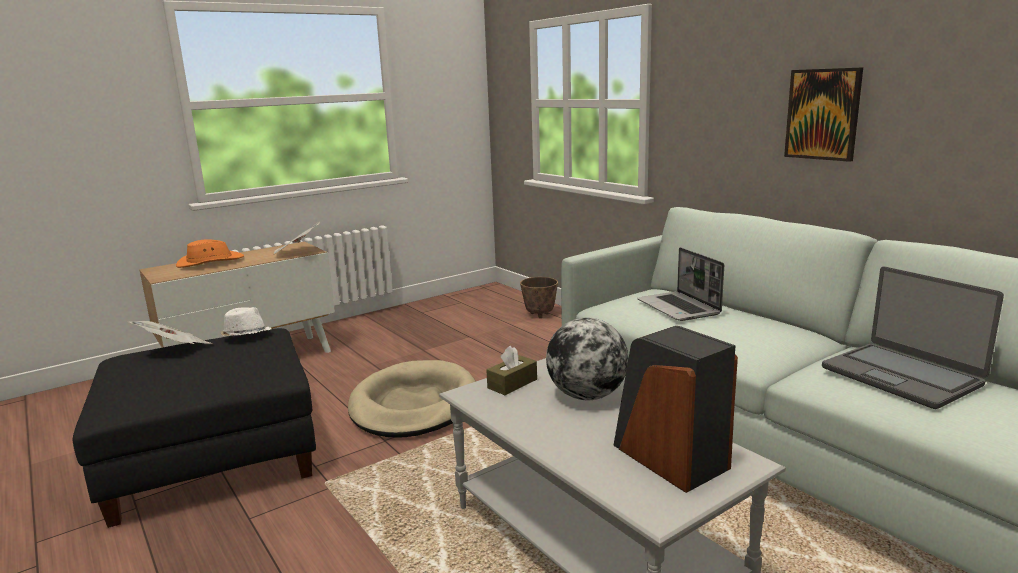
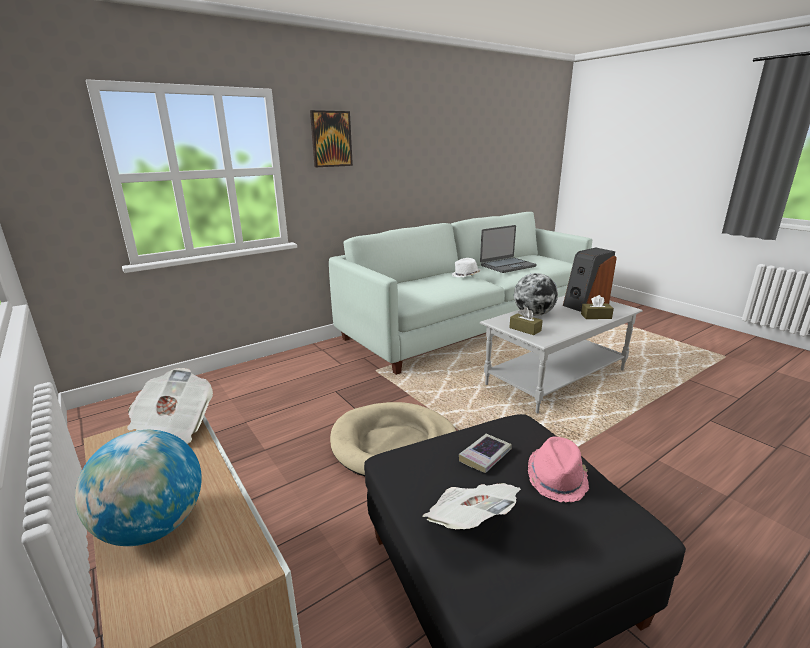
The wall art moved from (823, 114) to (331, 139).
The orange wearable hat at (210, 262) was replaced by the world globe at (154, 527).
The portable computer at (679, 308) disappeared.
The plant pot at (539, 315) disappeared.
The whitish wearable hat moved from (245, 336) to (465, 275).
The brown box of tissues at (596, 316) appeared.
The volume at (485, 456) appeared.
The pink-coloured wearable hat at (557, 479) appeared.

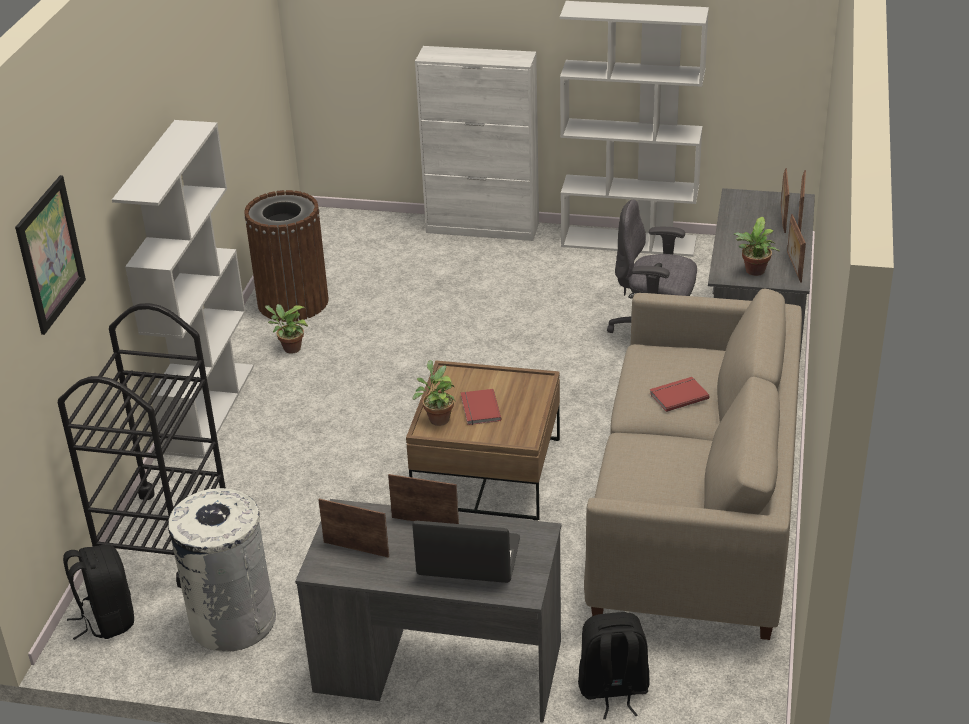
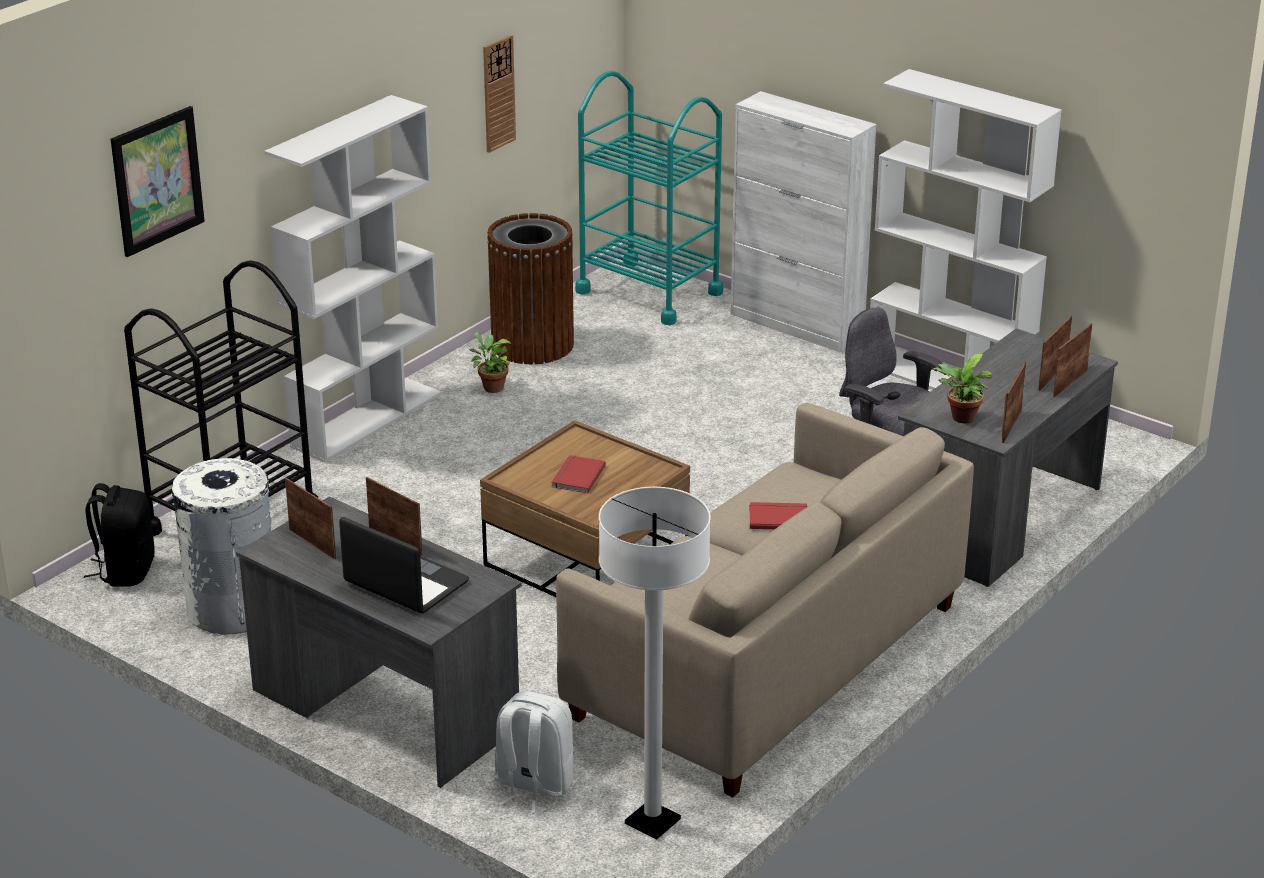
The plant in a pot at (437, 418) disappeared.
The blackish rucksack at (613, 690) became the whitish rucksack at (533, 785).
The hanging clock at (498, 93) appeared.
The blue-green trolley at (649, 292) appeared.
The whitish floor lamp at (652, 822) appeared.

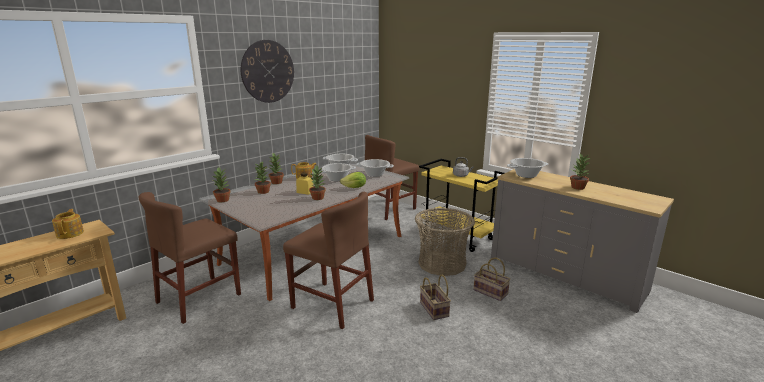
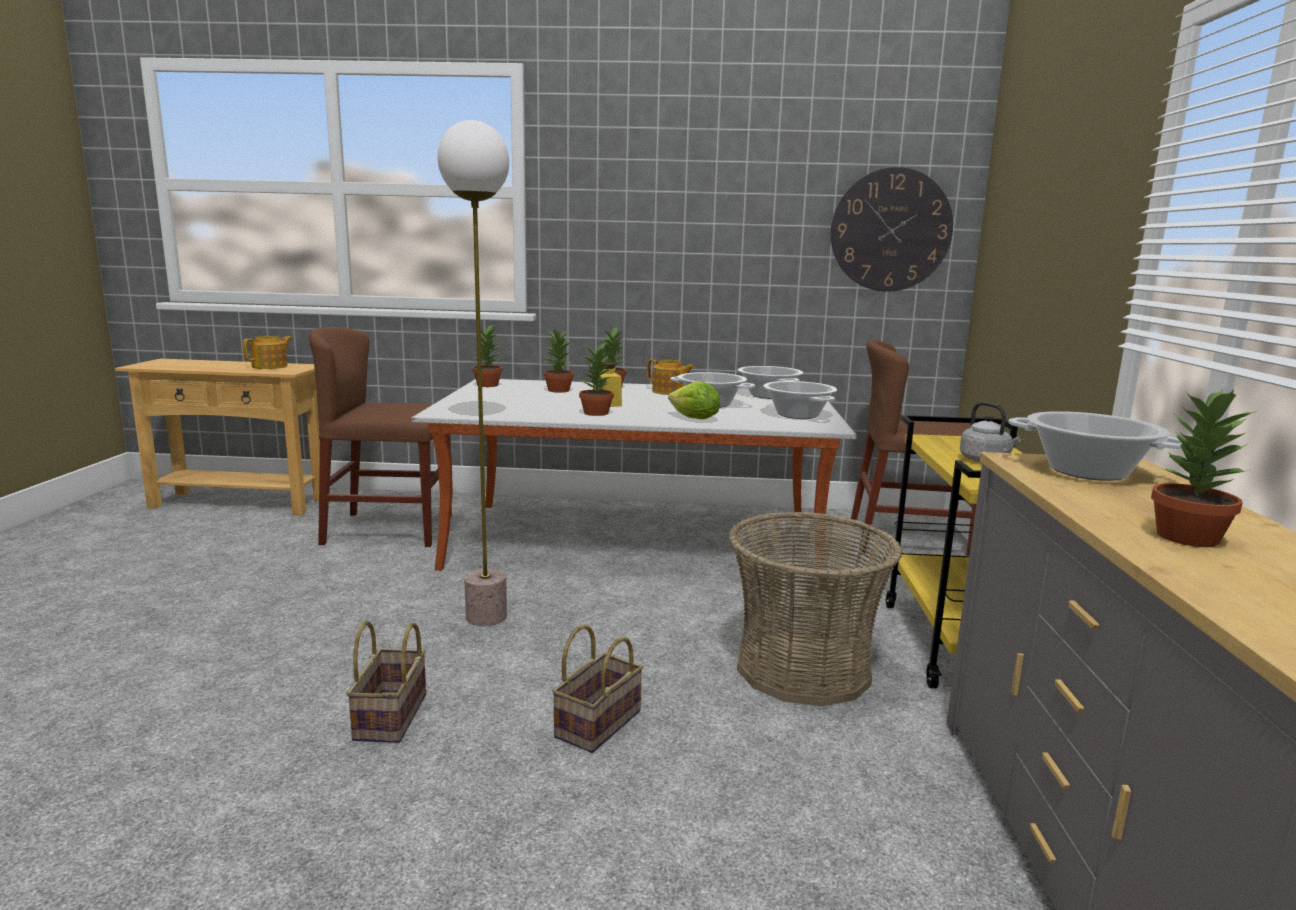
The hanging clock moved from (268, 71) to (890, 230).
The brown plain chair at (332, 304) was replaced by the floor lamp at (485, 617).
The household basket moved from (491, 292) to (392, 718).

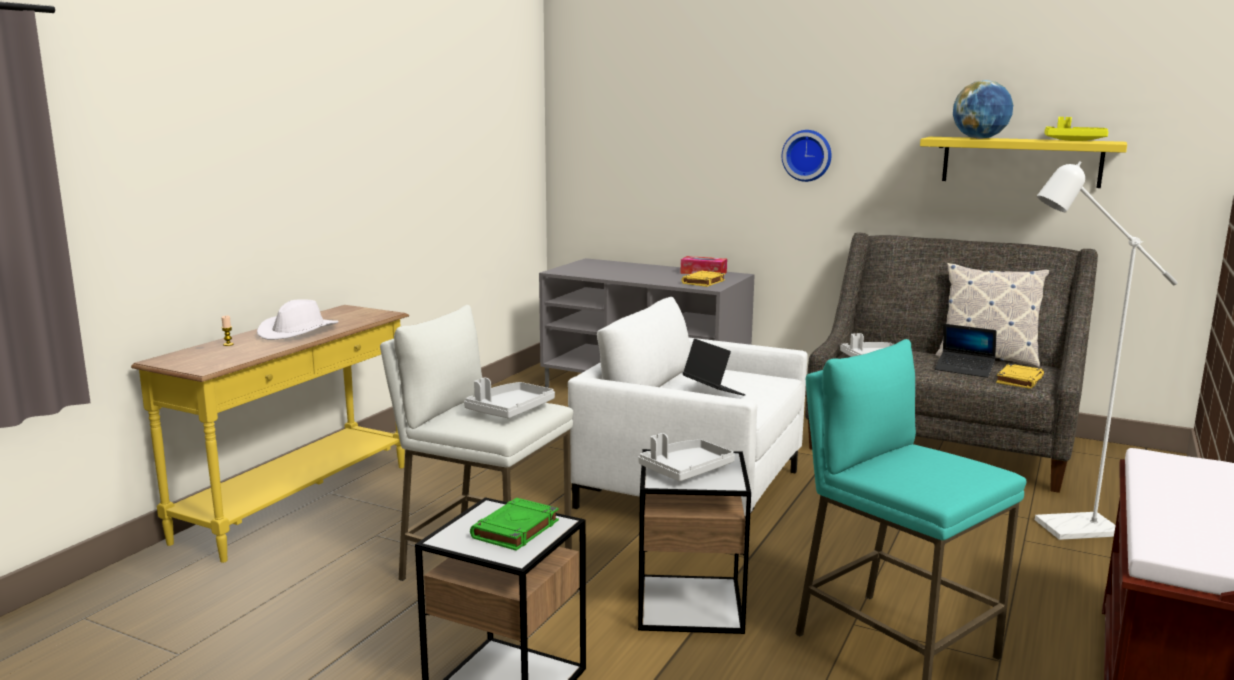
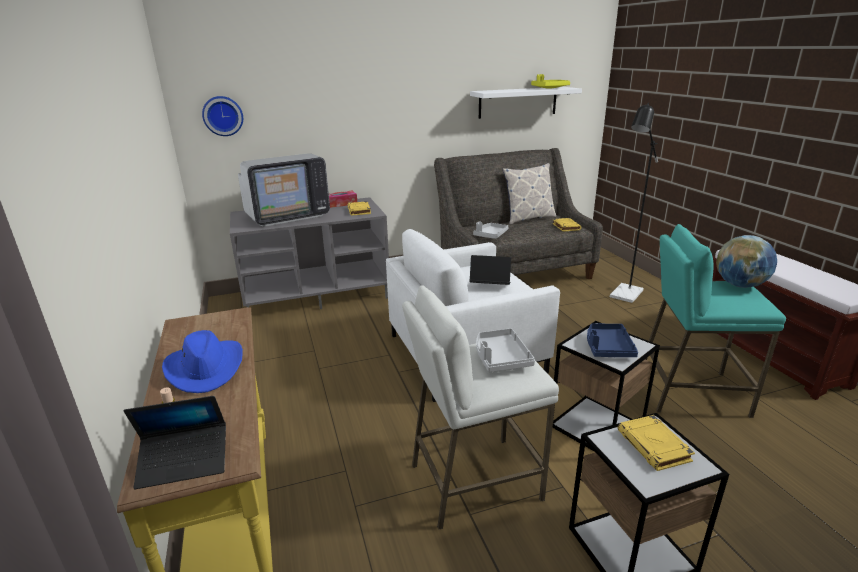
The world globe moved from (979, 138) to (740, 285).
The hanging clock moved from (807, 155) to (223, 116).
The yellow-coloured wall shelf at (1021, 161) became the whitish wall shelf at (518, 102).
The whitish floor lamp at (1064, 529) became the blackish floor lamp at (624, 296).
The whitish wearable hat at (298, 331) became the blue wearable hat at (206, 368).
The portable computer moved from (964, 370) to (184, 462).
The greyish tray at (685, 470) became the blue tray at (607, 347).
The green volume at (515, 530) became the yellow-coloured volume at (654, 446).
The TV set at (287, 216) appeared.

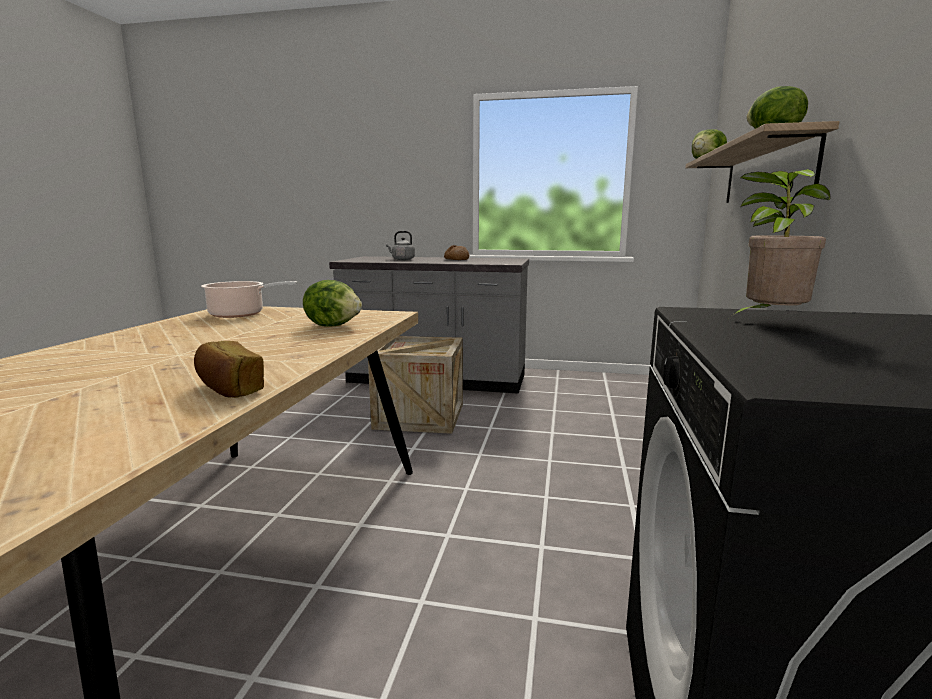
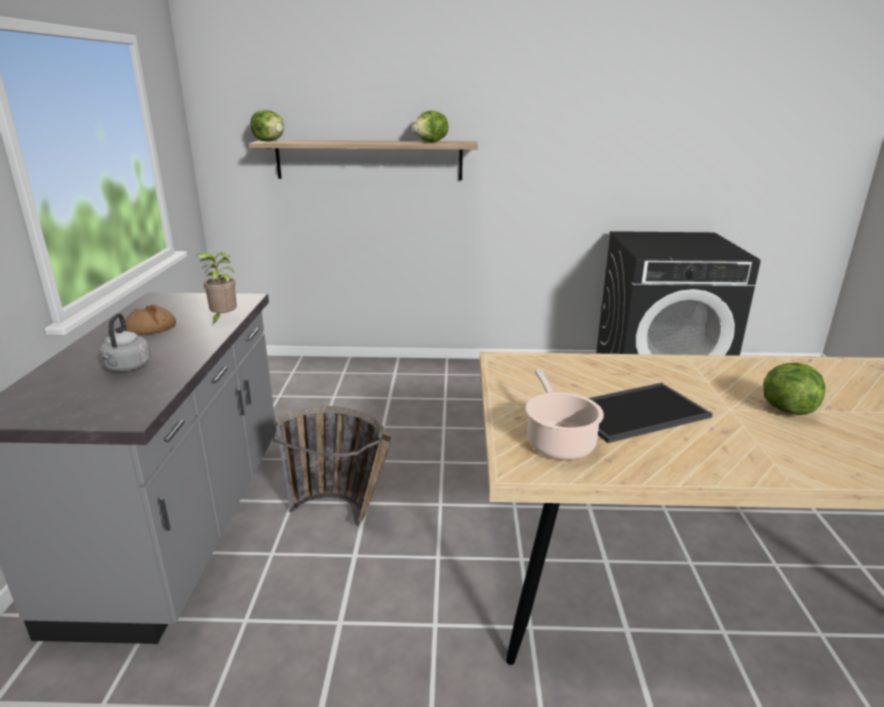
The plant in a pot moved from (768, 322) to (223, 319).
The head of lettuce moved from (334, 325) to (786, 409).
The crate at (420, 416) was replaced by the household basket at (344, 515).
The bread at (229, 389) disappeared.
The tray at (636, 413) appeared.

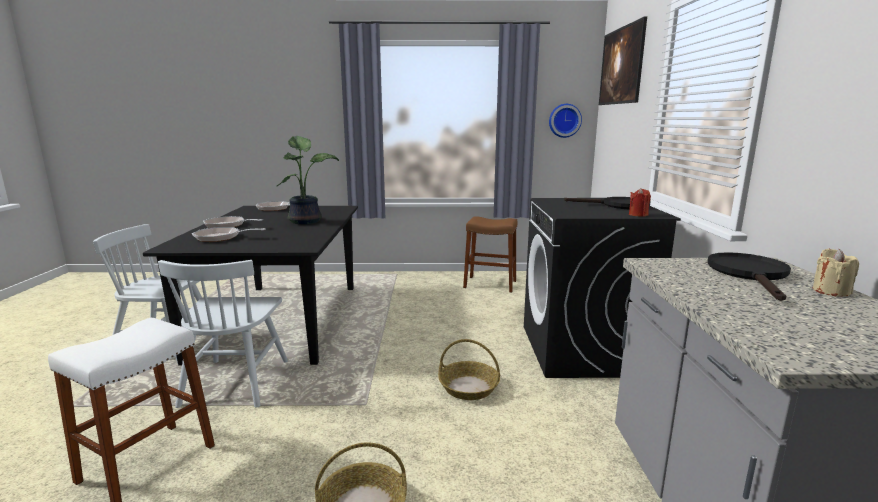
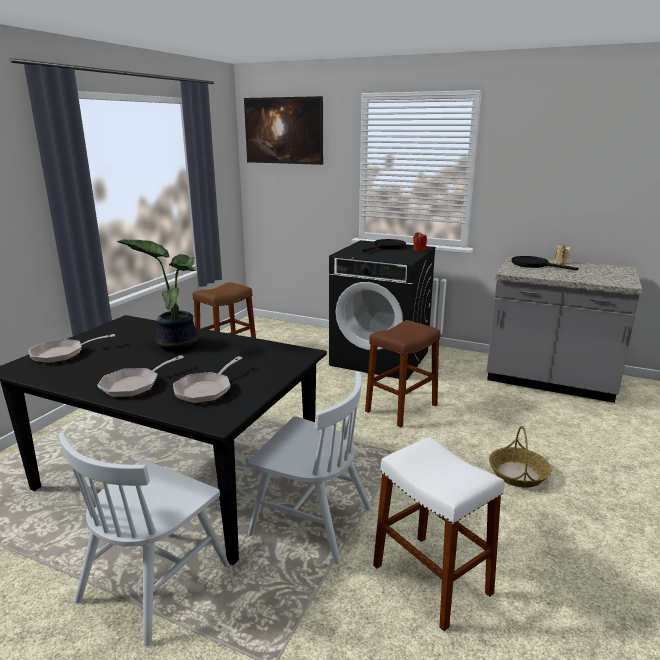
The hanging clock at (564, 120) disappeared.
The household basket at (468, 387) was replaced by the brown stool at (401, 408).

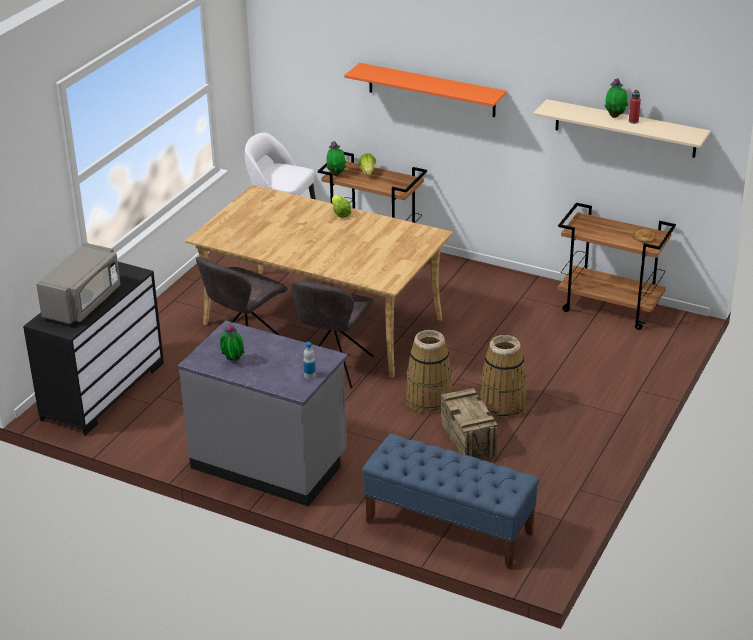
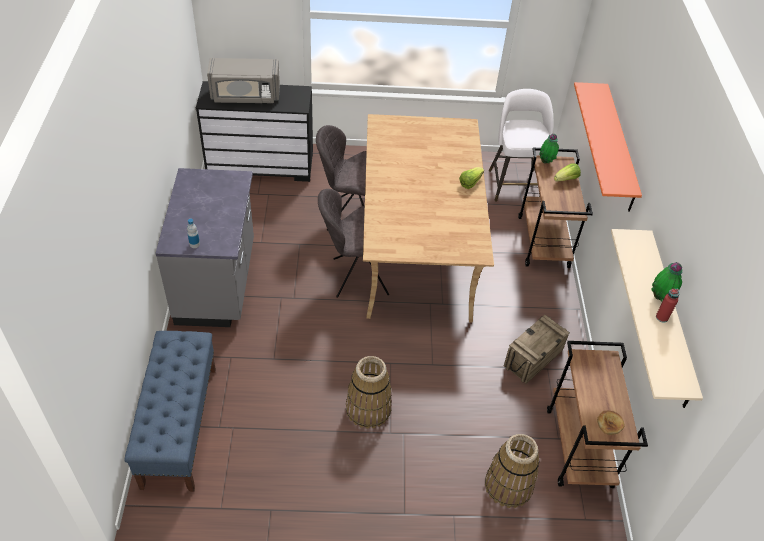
The plant in a pot at (232, 361) disappeared.
The household basket moved from (429, 399) to (508, 485).
The crate moved from (468, 440) to (533, 359).

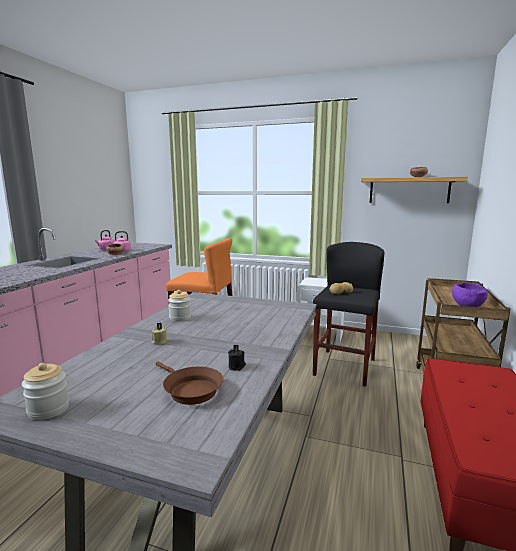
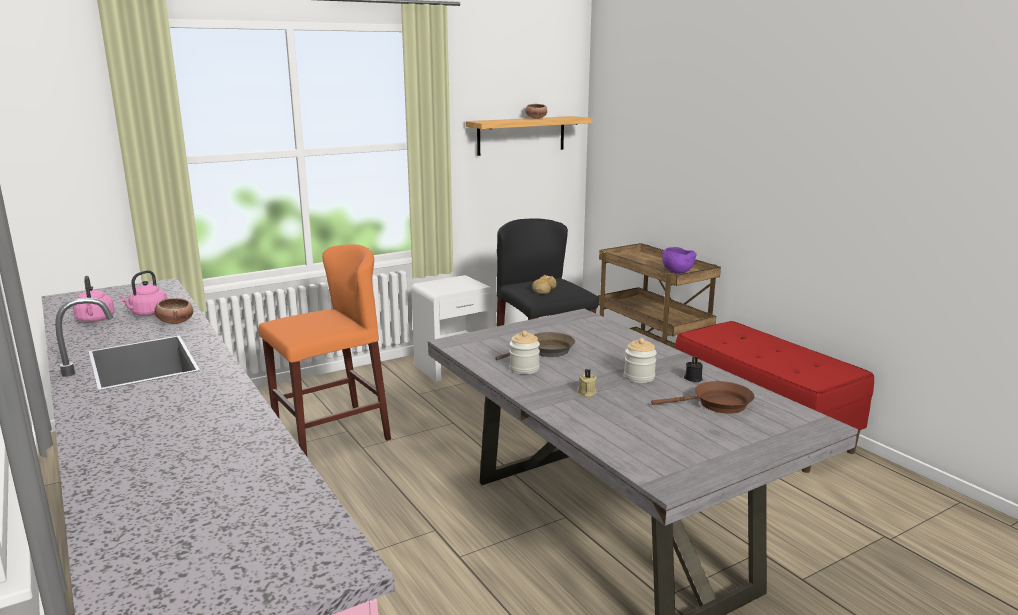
The storage jar moved from (48, 409) to (639, 377).
The brown frying pan at (546, 351) appeared.

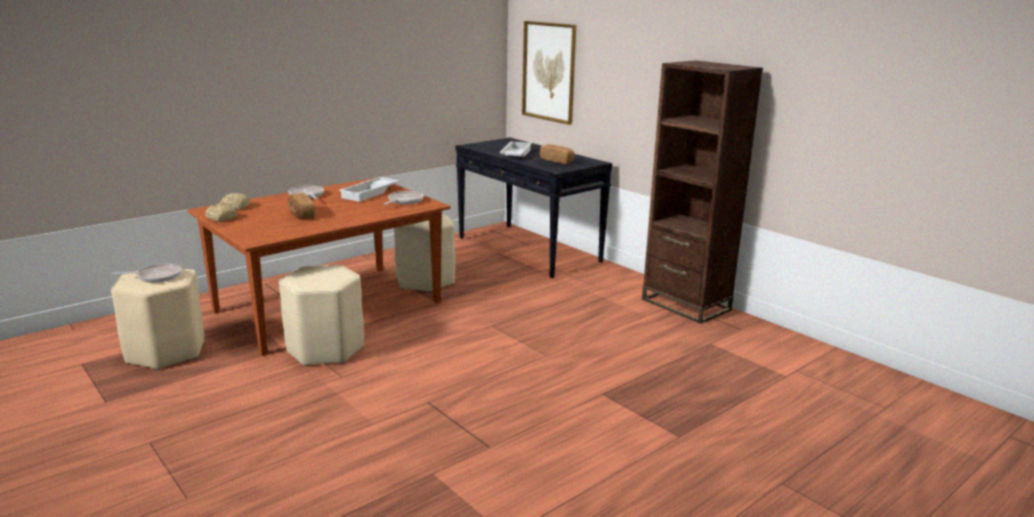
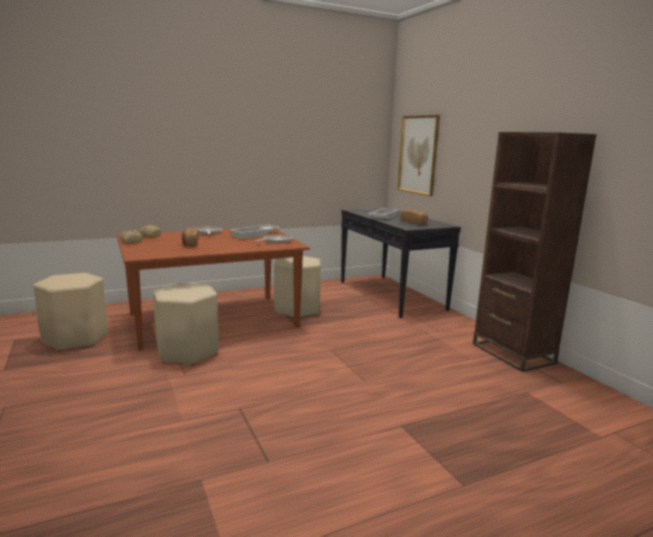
The frying pan at (156, 277) disappeared.

